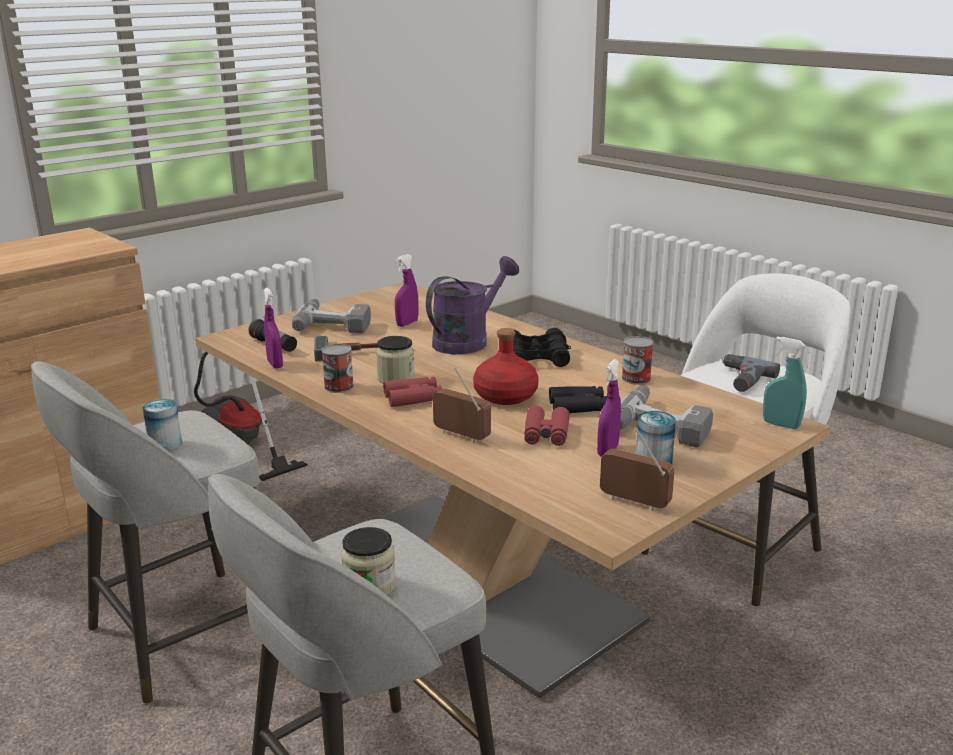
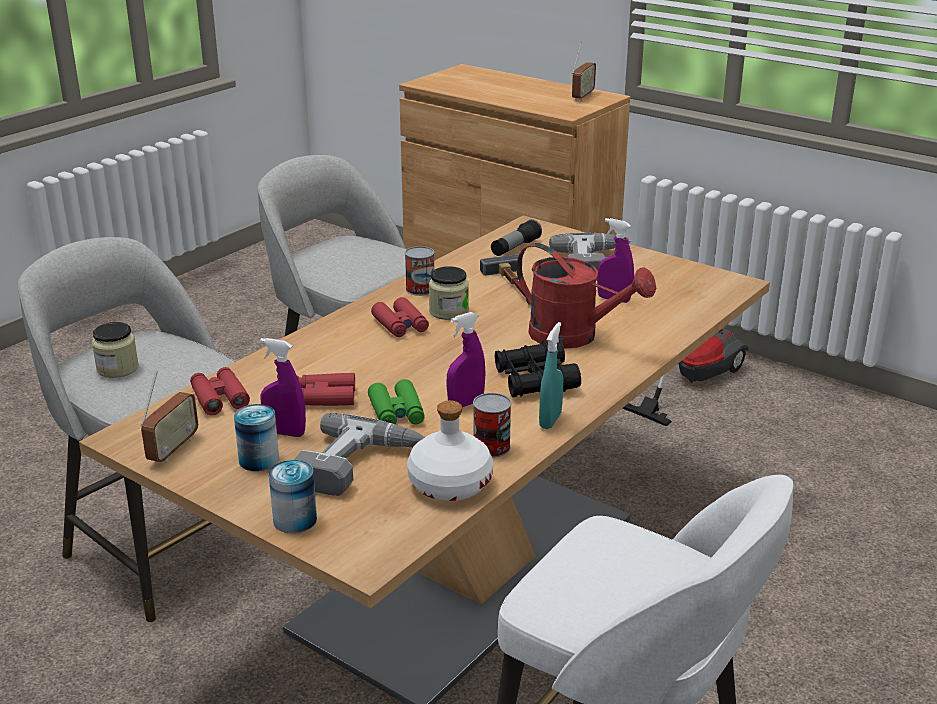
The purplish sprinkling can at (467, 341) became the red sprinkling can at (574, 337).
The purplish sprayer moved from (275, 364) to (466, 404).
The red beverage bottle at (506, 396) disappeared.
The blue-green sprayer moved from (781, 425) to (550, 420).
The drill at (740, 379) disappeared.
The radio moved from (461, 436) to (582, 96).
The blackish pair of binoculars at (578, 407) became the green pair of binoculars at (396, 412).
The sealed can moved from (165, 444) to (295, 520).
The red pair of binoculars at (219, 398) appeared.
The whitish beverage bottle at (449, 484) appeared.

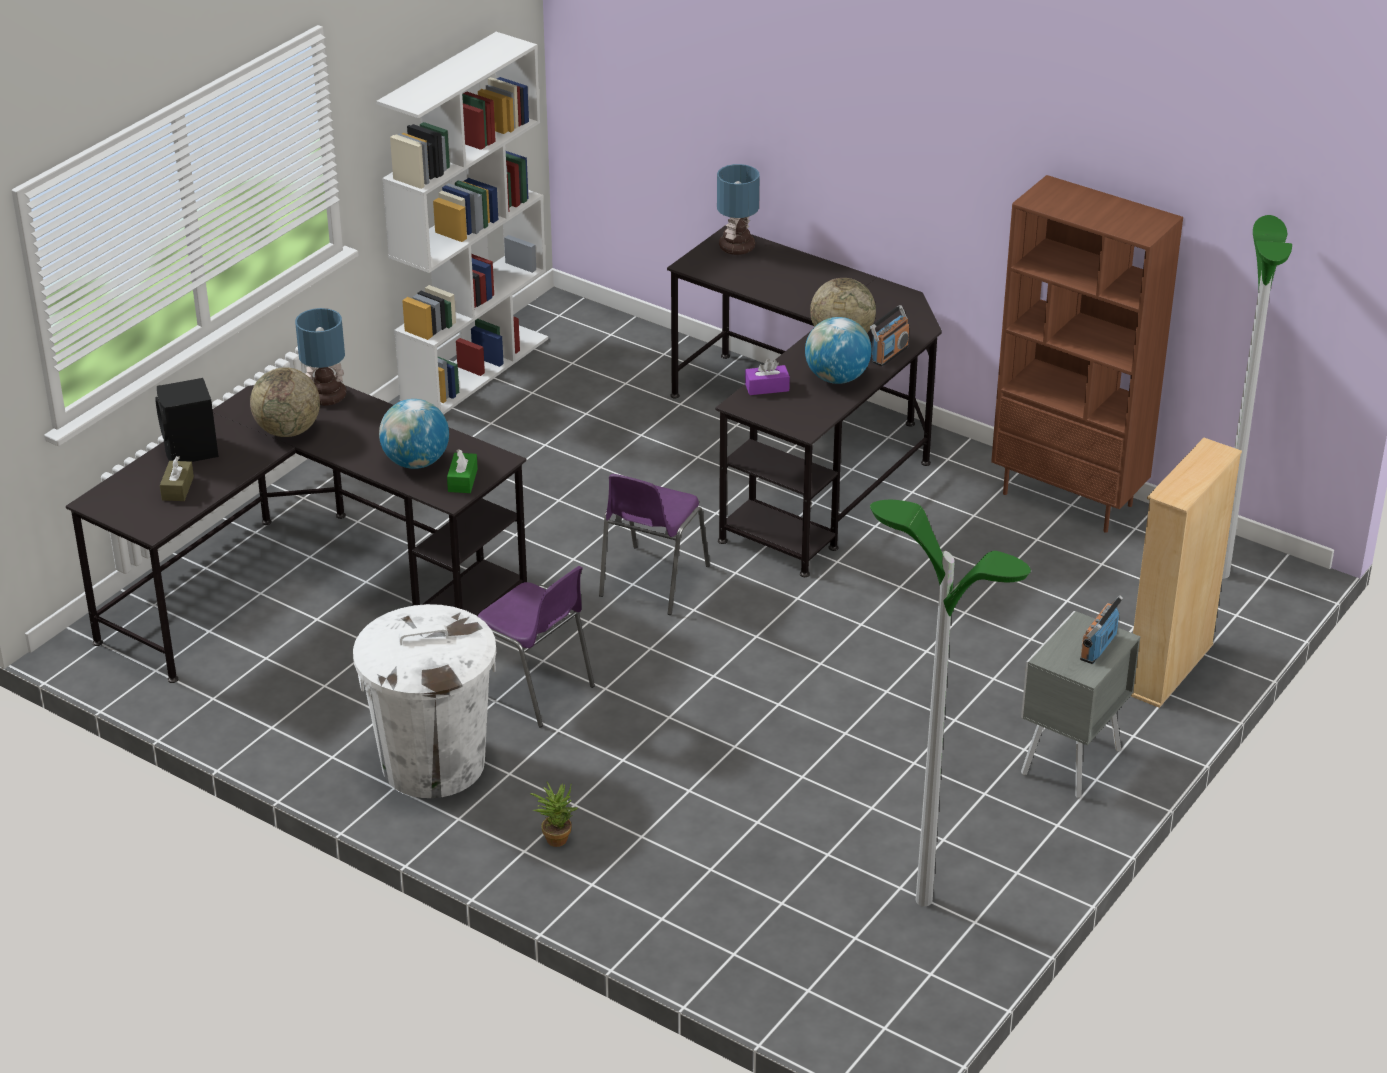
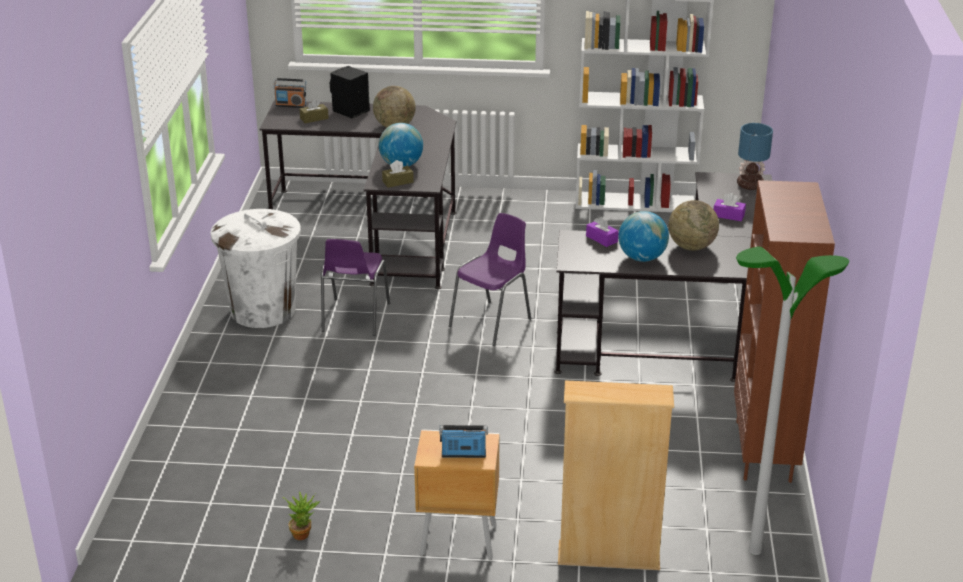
The radio moved from (889, 354) to (291, 105).
The tabletop lamp at (325, 397) disappeared.
The green box of tissues at (462, 480) became the brown box of tissues at (398, 182).
The purplish plain chair at (651, 582) turned 135 degrees clockwise.
The floor lamp at (923, 900) disappeared.
The greyish night table at (1068, 763) became the brown night table at (456, 540).
The plant in a pot moved from (555, 836) to (303, 533).
The purplish box of tissues at (728, 215) appeared.

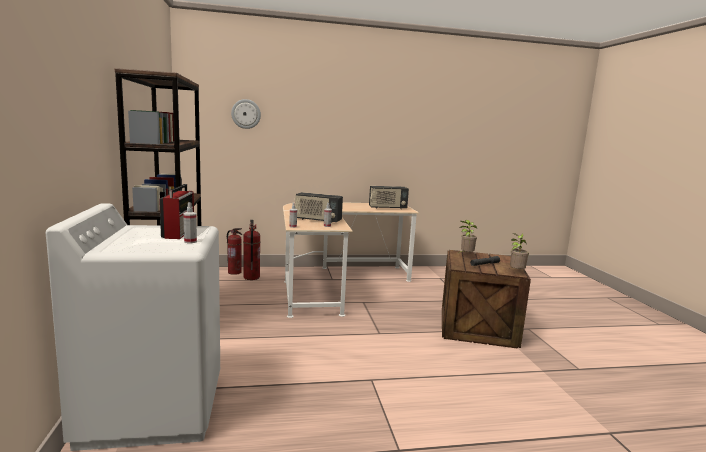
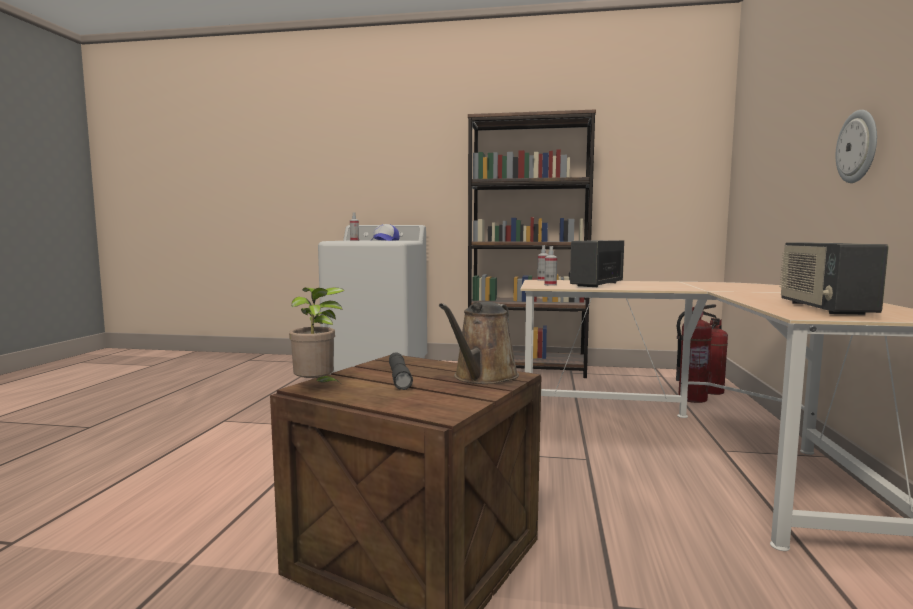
The hanging clock moved from (246, 114) to (858, 147).
The radio at (179, 232) was replaced by the baseball cap at (384, 240).
The plant in a pot at (466, 255) was replaced by the brown sprinkling can at (483, 377).

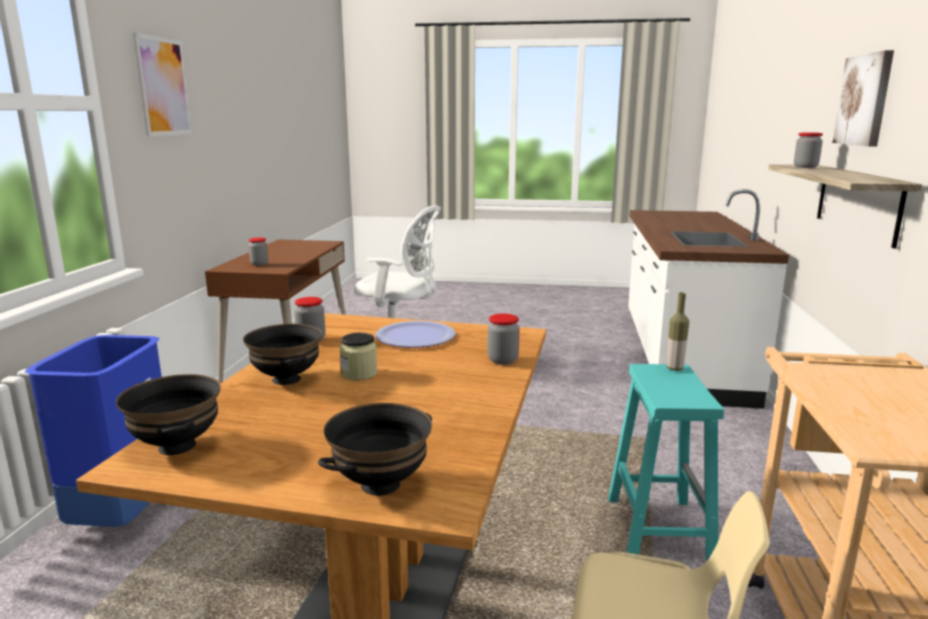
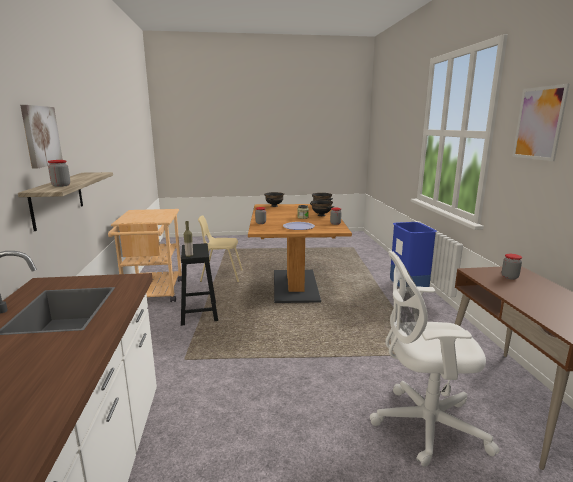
The blue-green stool at (657, 528) became the blackish stool at (199, 313).

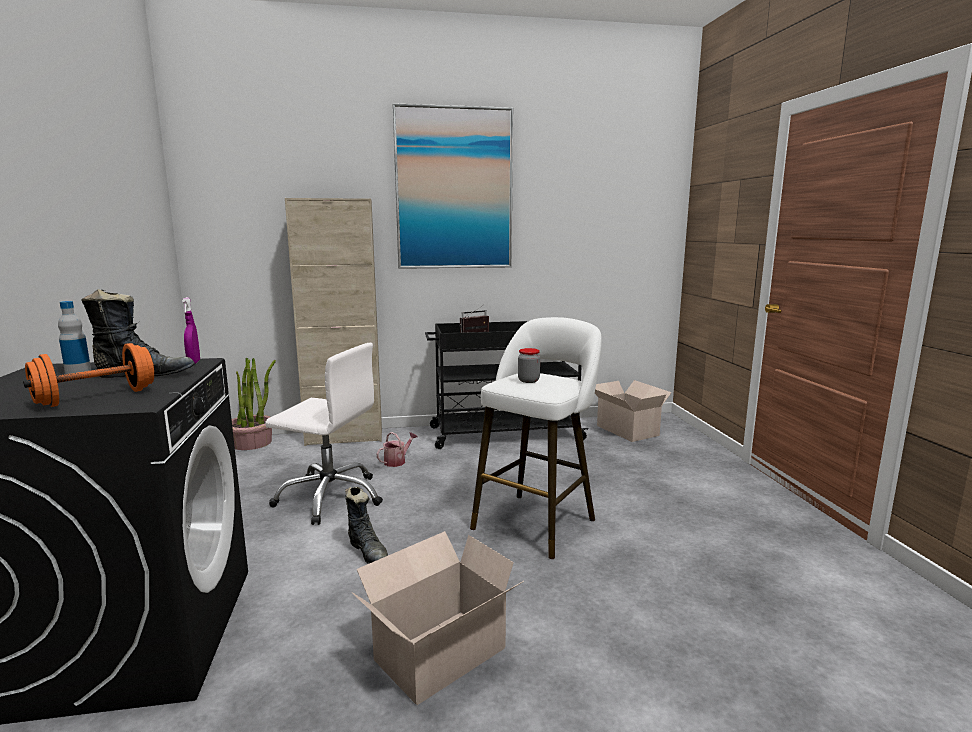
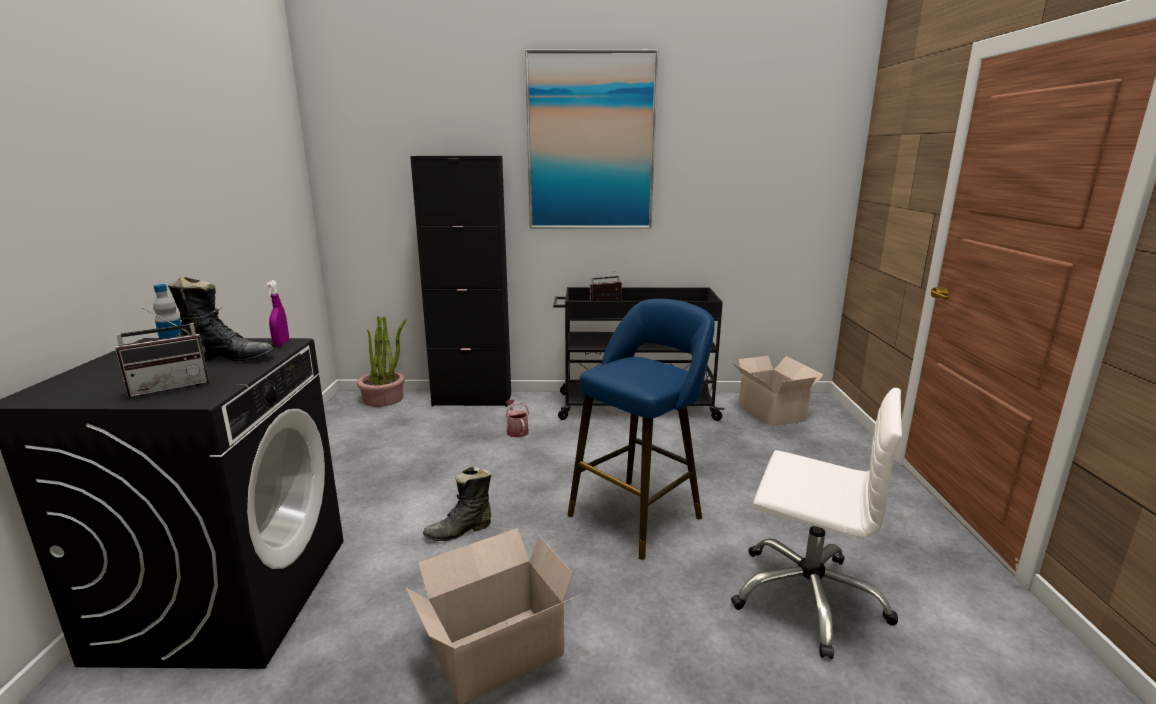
The sand-coloured cabinet at (344, 438) became the blackish cabinet at (472, 400).
The whitish stool at (537, 521) became the blue stool at (639, 513).
The orange free weight at (96, 398) was replaced by the radio at (170, 386).
The whitish computer chair moved from (330, 497) to (808, 597).
The storage jar at (528, 381) disappeared.
The sprinkling can at (397, 461) turned 75 degrees counterclockwise.
The blackish high-top boot at (368, 552) turned 90 degrees clockwise.

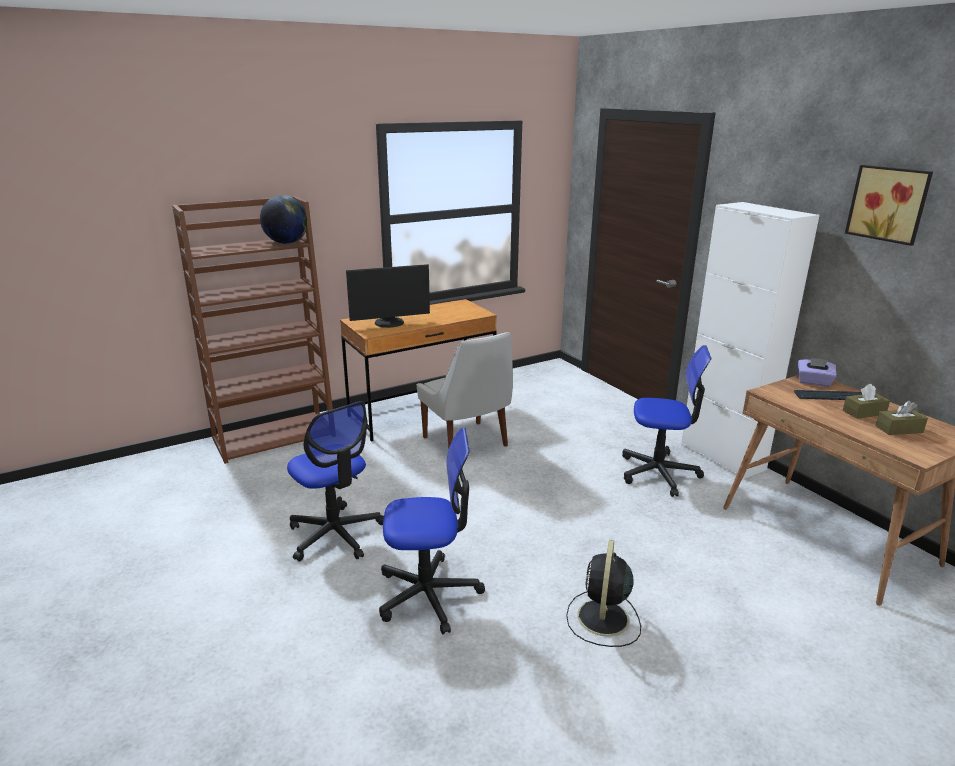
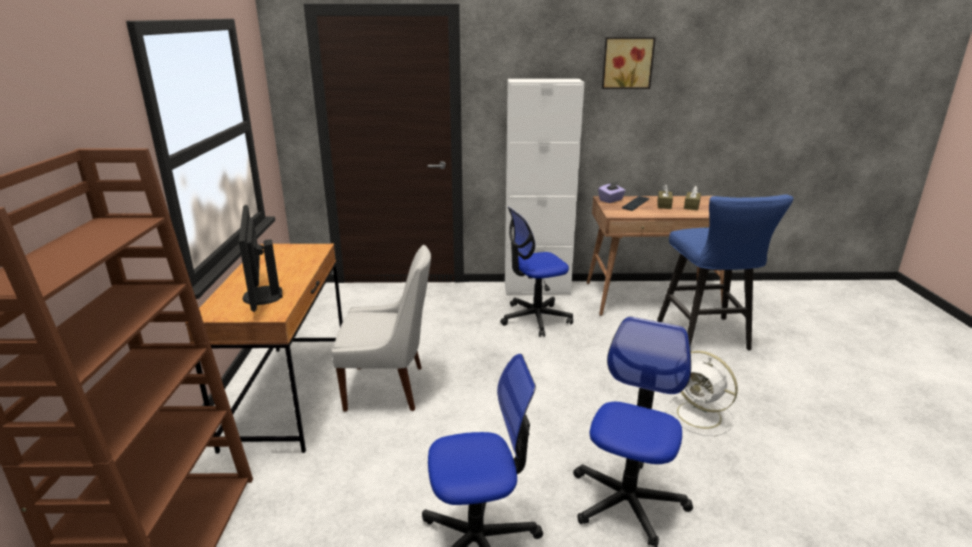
The world globe at (287, 243) disappeared.
The monitor at (389, 323) turned 150 degrees clockwise.
The computer chair at (659, 473) turned 150 degrees counterclockwise.
The blackish cooling fan at (602, 619) became the whitish cooling fan at (700, 416).
The blue stool at (706, 338) appeared.

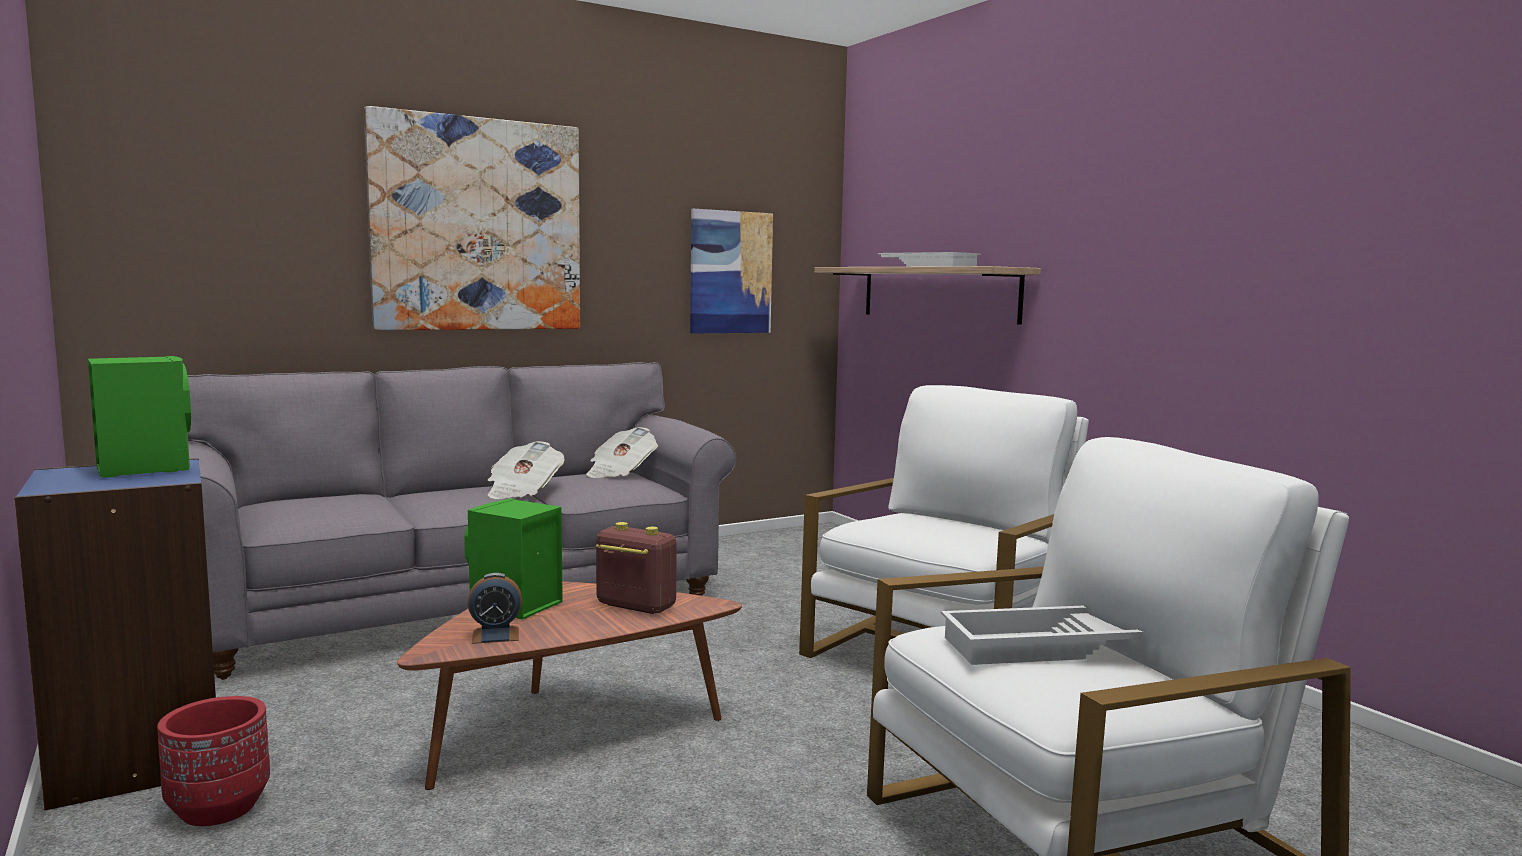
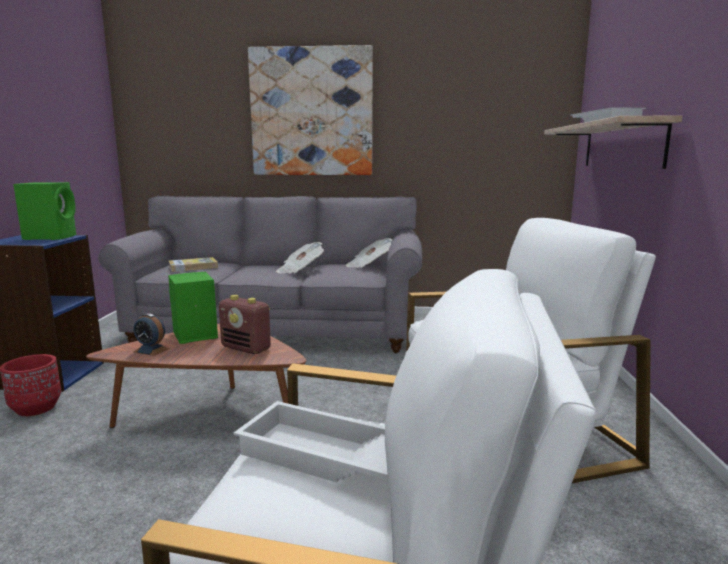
The wall art at (730, 272) disappeared.
The radio at (635, 606) turned 150 degrees clockwise.
The volume at (193, 267) appeared.

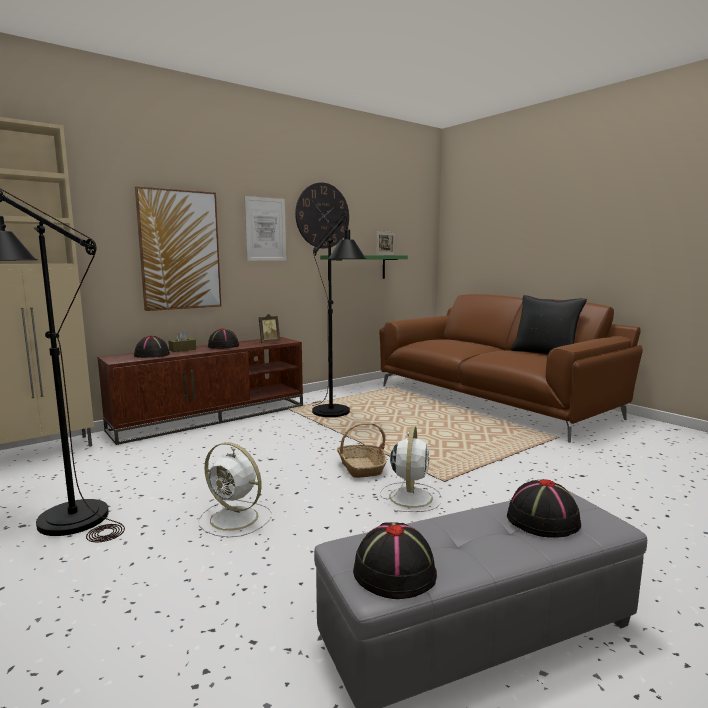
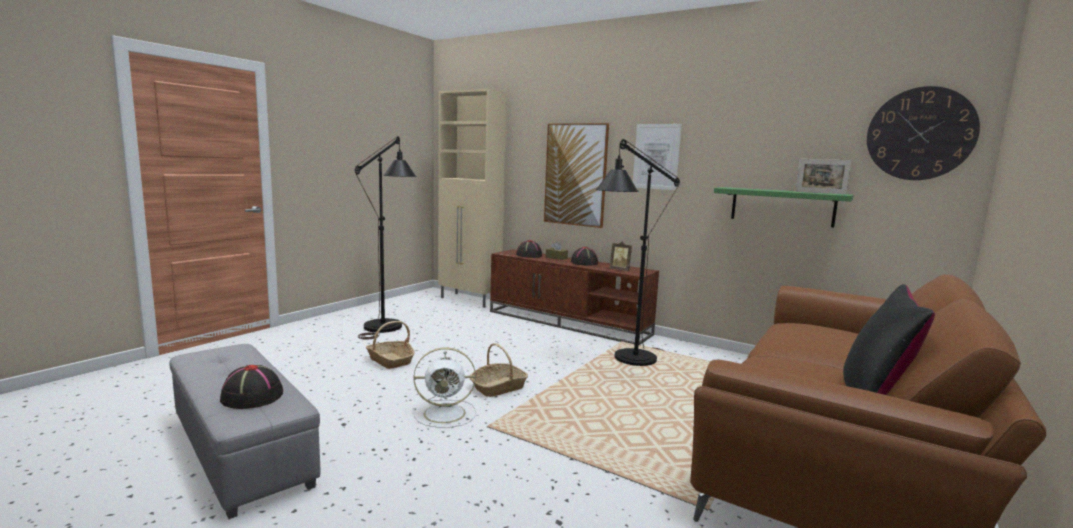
The hanging clock moved from (322, 216) to (920, 134).
The whitish cooling fan at (236, 519) was replaced by the household basket at (390, 361).
The blackish wearable hat at (394, 571) disappeared.

